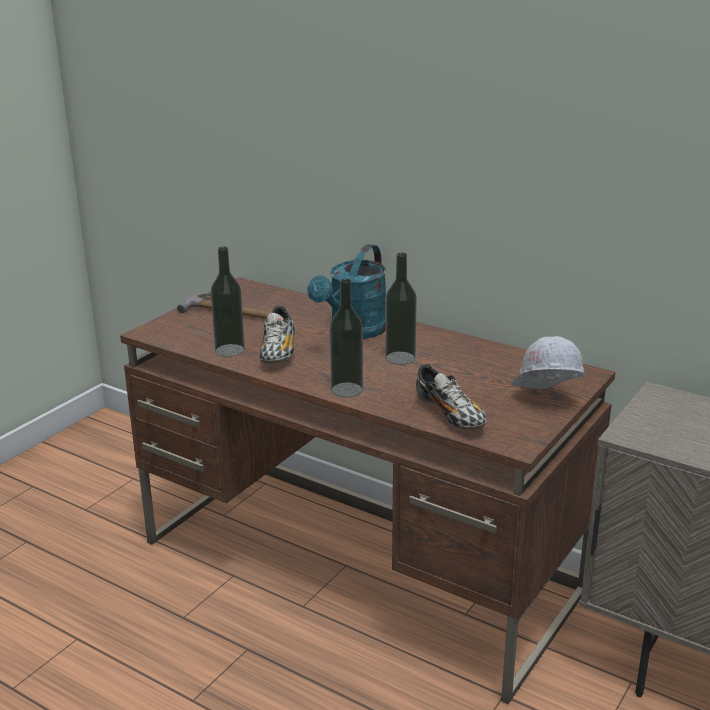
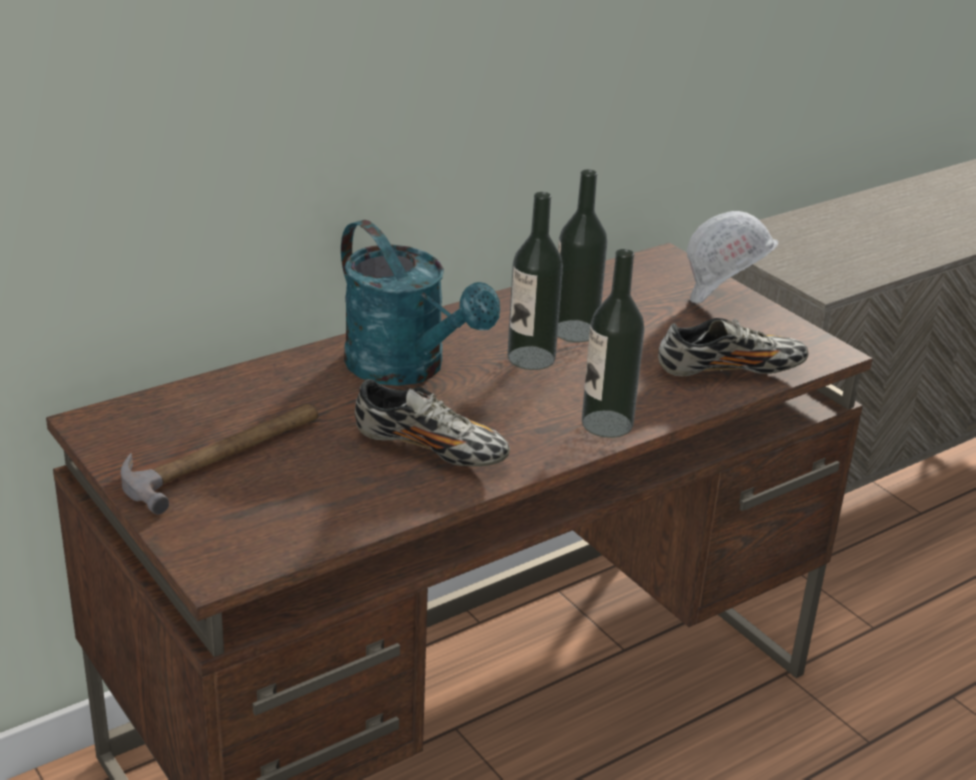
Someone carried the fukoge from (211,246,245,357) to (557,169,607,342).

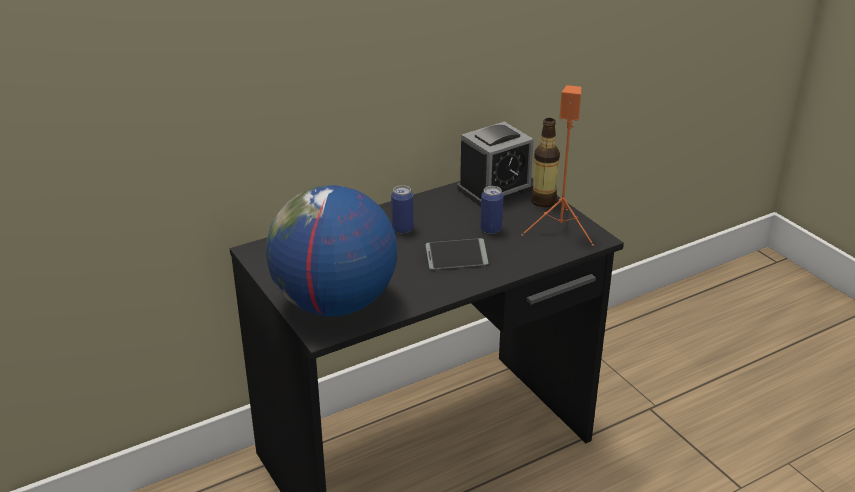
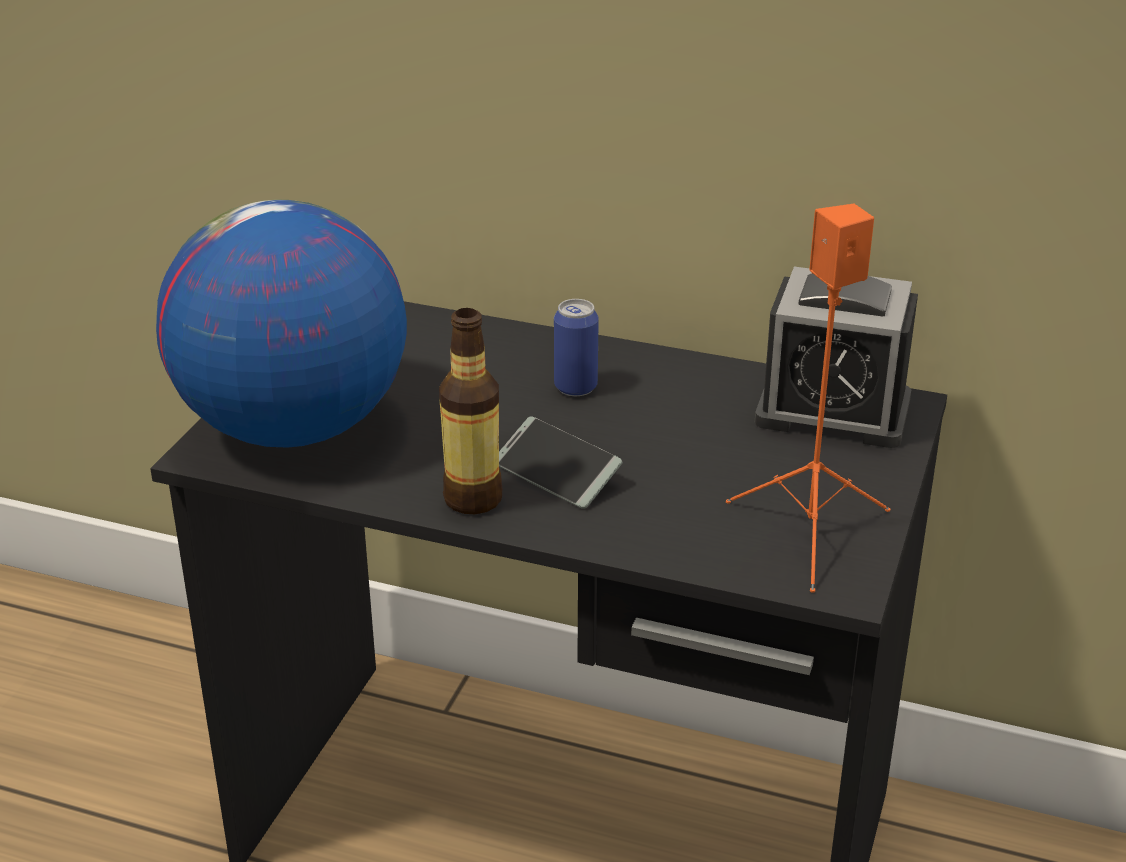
Someone carried the fukoge from (531,118,560,207) to (439,308,502,514).
Someone took away the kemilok at (480,186,503,234).

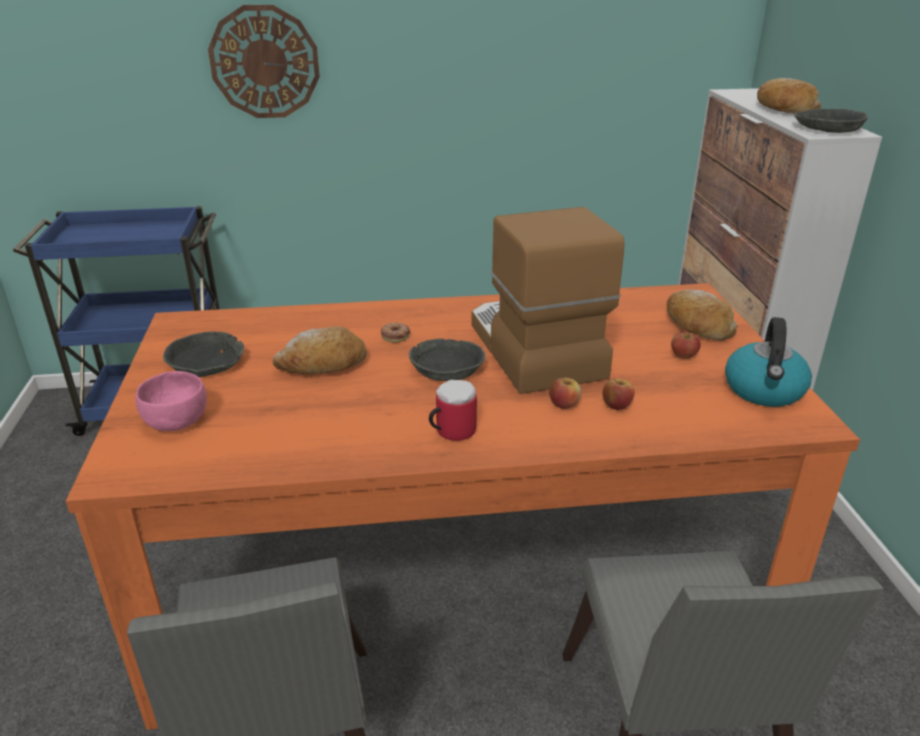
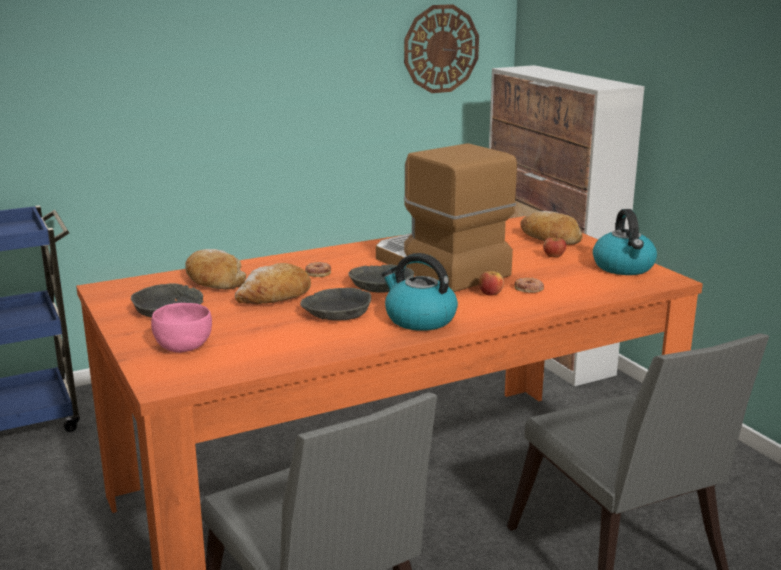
Someone carried the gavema from (757,78,821,114) to (185,249,246,289).
Someone carried the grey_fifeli from (794,109,868,133) to (300,288,371,321).
Someone swapped the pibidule at (429,379,477,441) for the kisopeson at (382,253,458,331).
Someone carried the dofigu from (208,5,320,118) to (404,4,479,93).
Someone swapped the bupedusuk at (602,379,635,410) for the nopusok at (514,278,544,293).

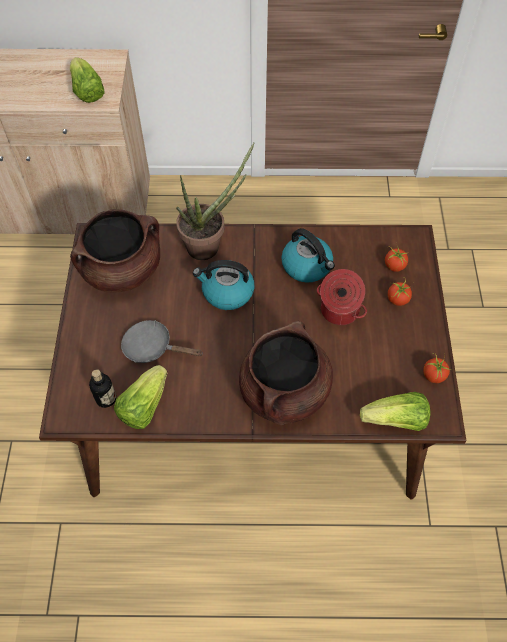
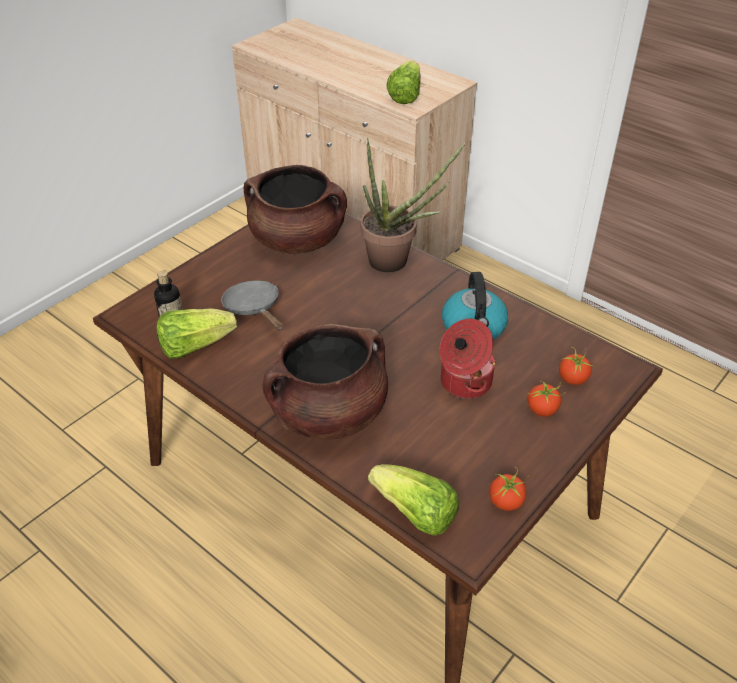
Someone took away the kisopeson at (193,260,254,310).

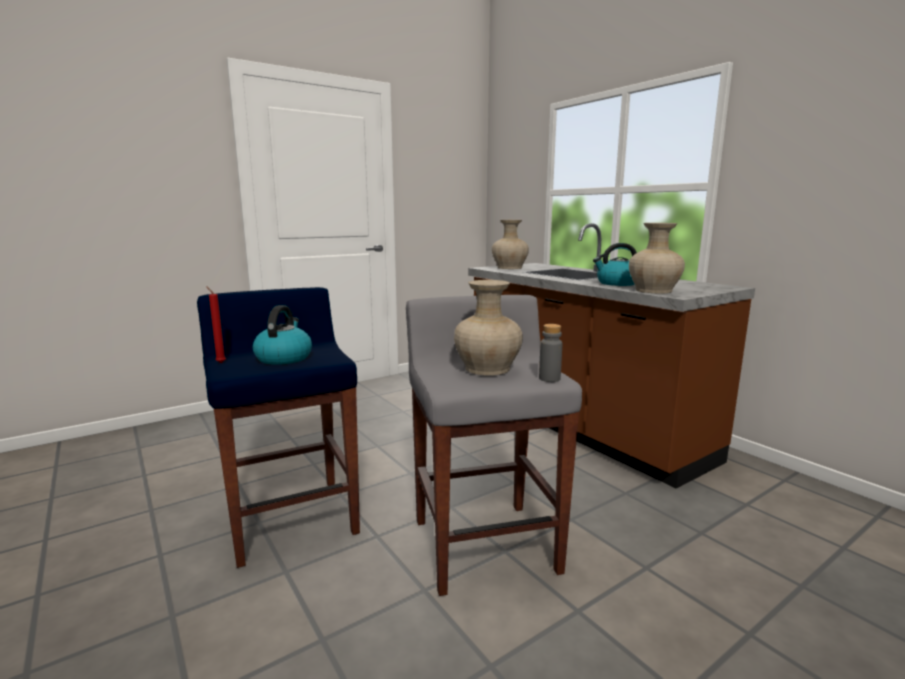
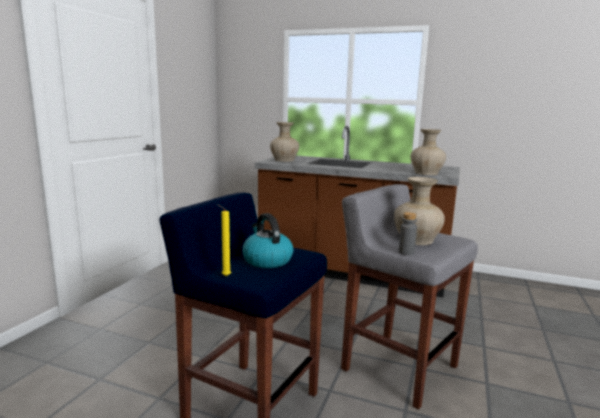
Someone repainted the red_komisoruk at (206,286,226,363), which became the yellow_komisoruk at (217,204,231,277).
Someone carried the grey_fukoge from (539,324,562,382) to (399,212,417,255).
Someone took away the kisopeson at (593,243,637,286).

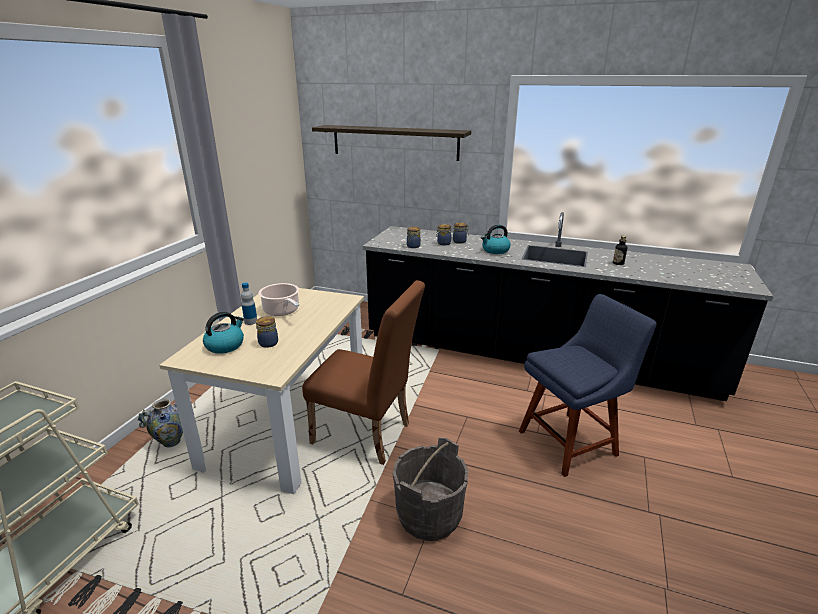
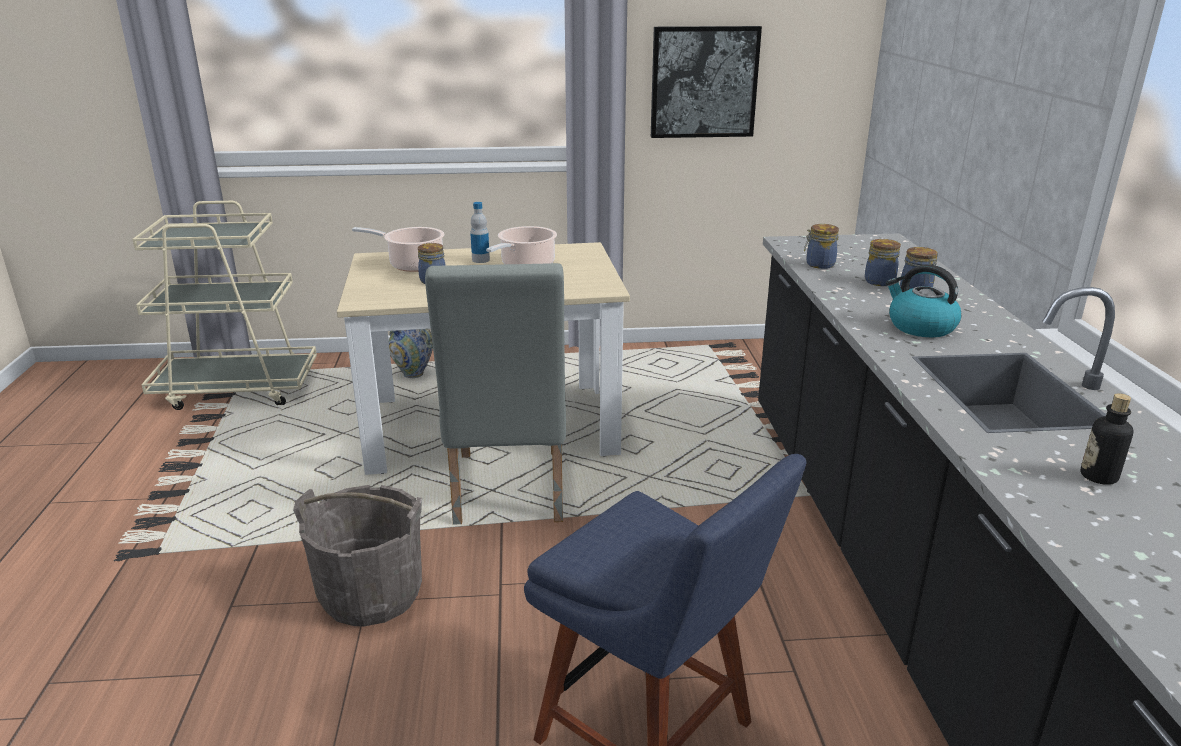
Someone swapped the kisopeson at (203,312,244,354) for the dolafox at (352,227,445,272).
Someone repainted the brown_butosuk at (302,280,425,465), which became the grey_butosuk at (425,263,566,525).
Someone put up the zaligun at (651,26,762,138).
Someone took away the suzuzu at (312,125,471,161).

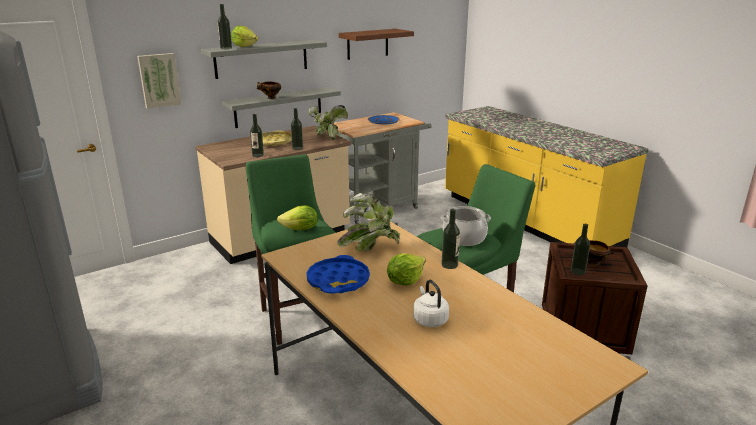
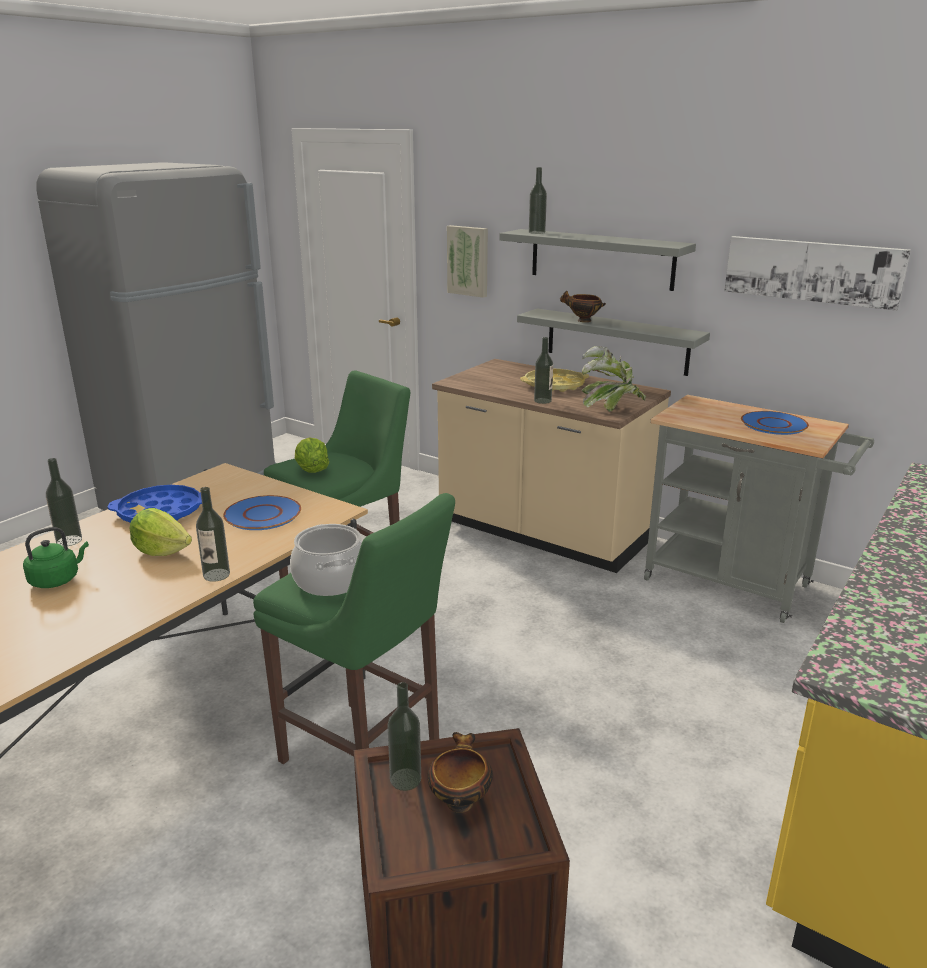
Someone repainted the white_kisopeson at (413,280,449,327), which became the green_kisopeson at (23,527,89,588).
Someone carried the fukoge from (250,114,264,157) to (46,458,82,546).
Someone swapped the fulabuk at (337,193,400,251) for the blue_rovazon at (223,495,301,530).
Someone swapped the brown_suzuzu at (339,29,414,60) for the zaligun at (724,236,911,311).
Someone took away the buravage at (231,26,258,47).

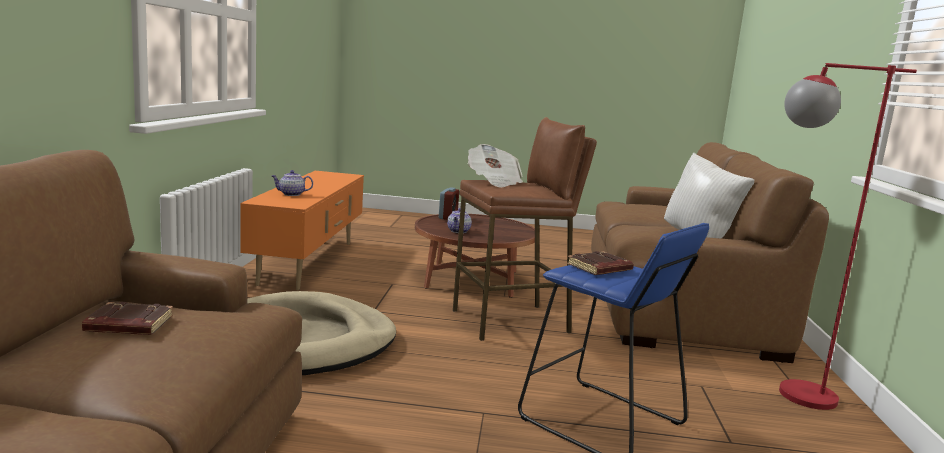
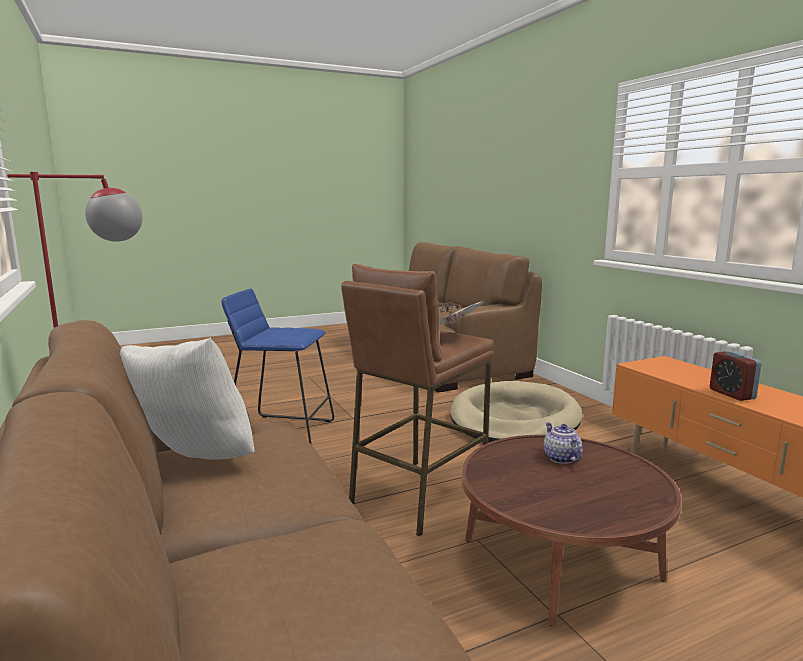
Someone carried the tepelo from (439,187,459,220) to (710,351,762,401).
Someone took away the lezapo at (272,170,313,196).
Someone took away the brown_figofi at (567,251,634,275).

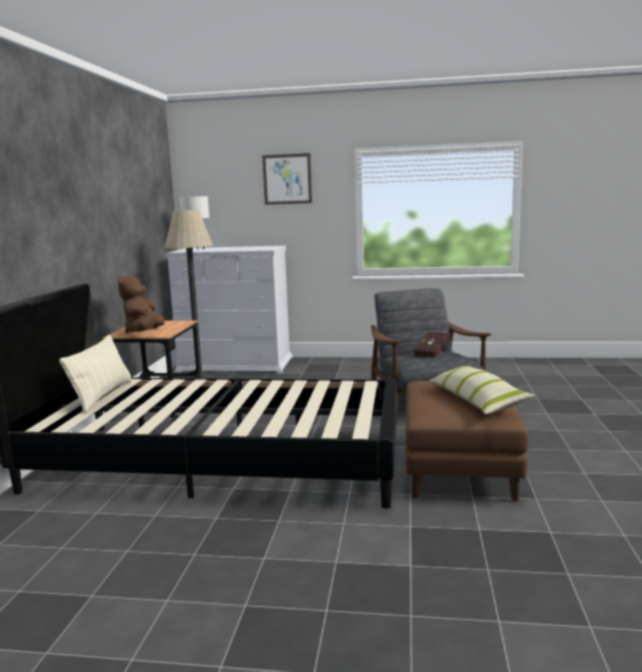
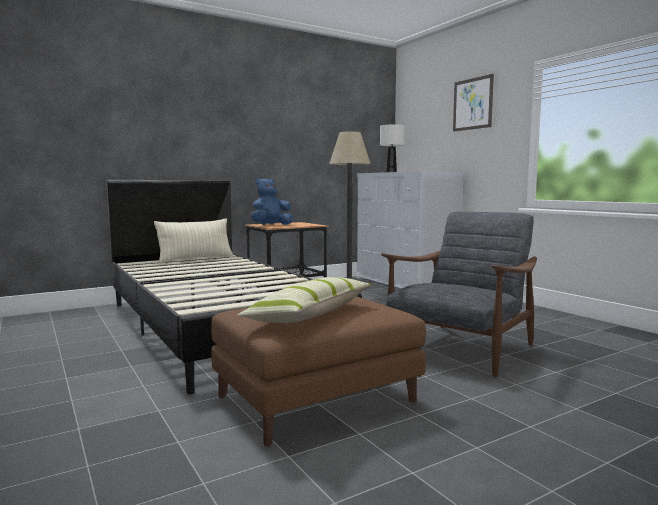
Someone repainted the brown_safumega at (118,275,165,333), which became the blue_safumega at (251,178,293,225).
Someone took away the red_figofi at (414,332,450,357).

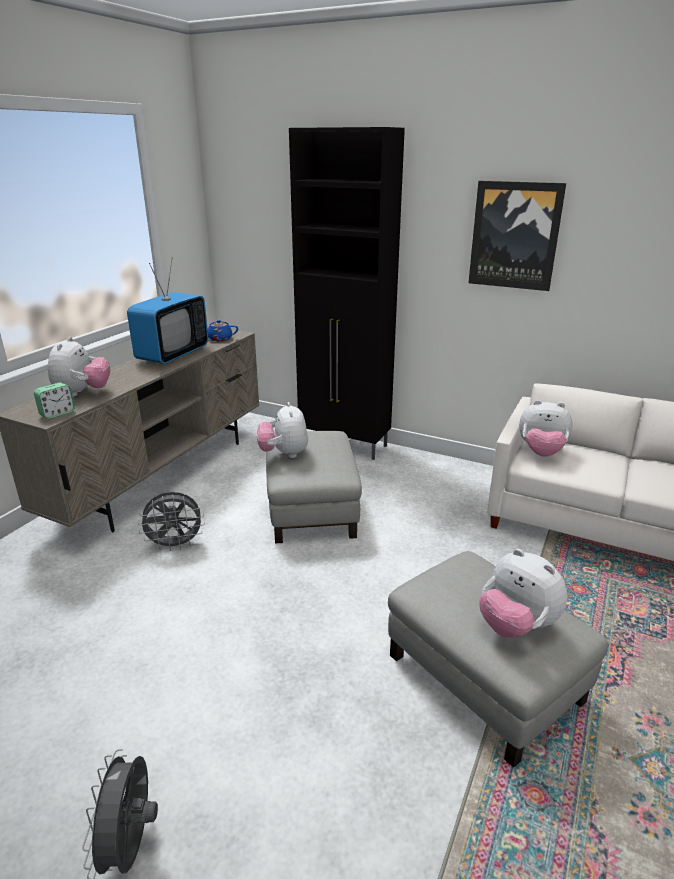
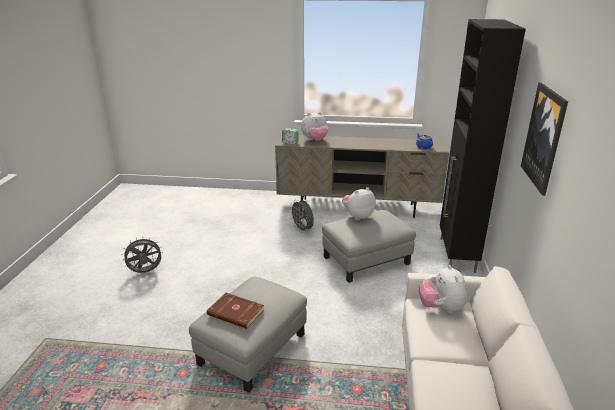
Someone swapped the safumega at (480,549,567,638) for the brown_figofi at (207,293,264,329).
Someone took away the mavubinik at (127,260,208,364).

